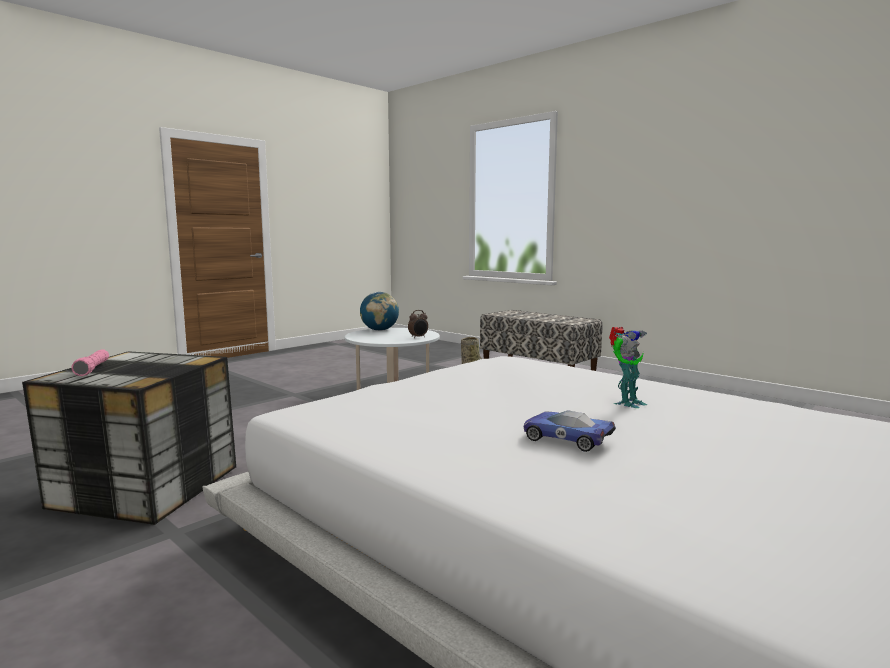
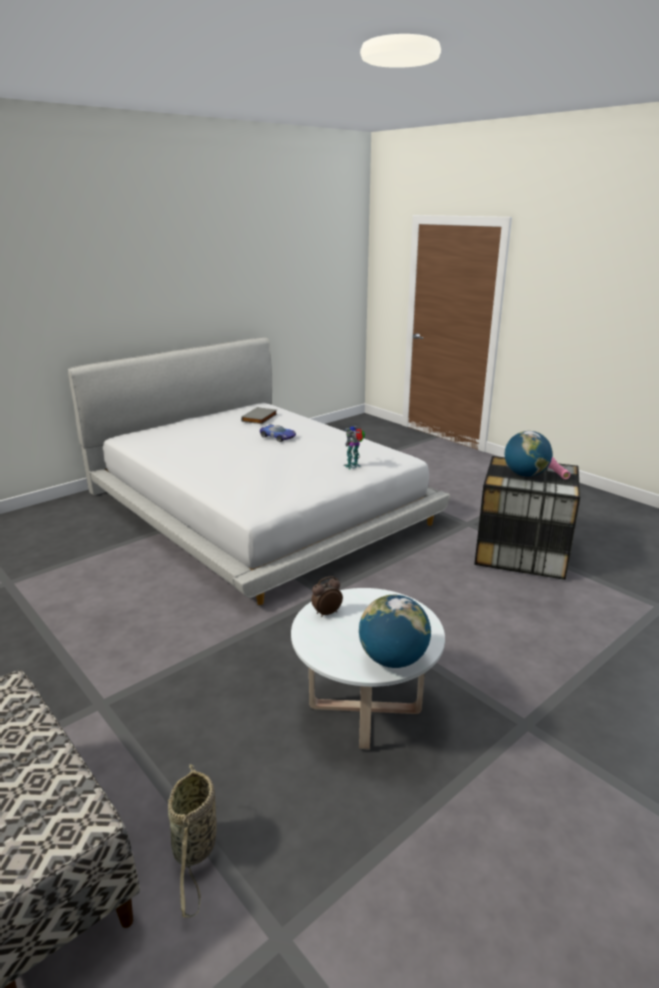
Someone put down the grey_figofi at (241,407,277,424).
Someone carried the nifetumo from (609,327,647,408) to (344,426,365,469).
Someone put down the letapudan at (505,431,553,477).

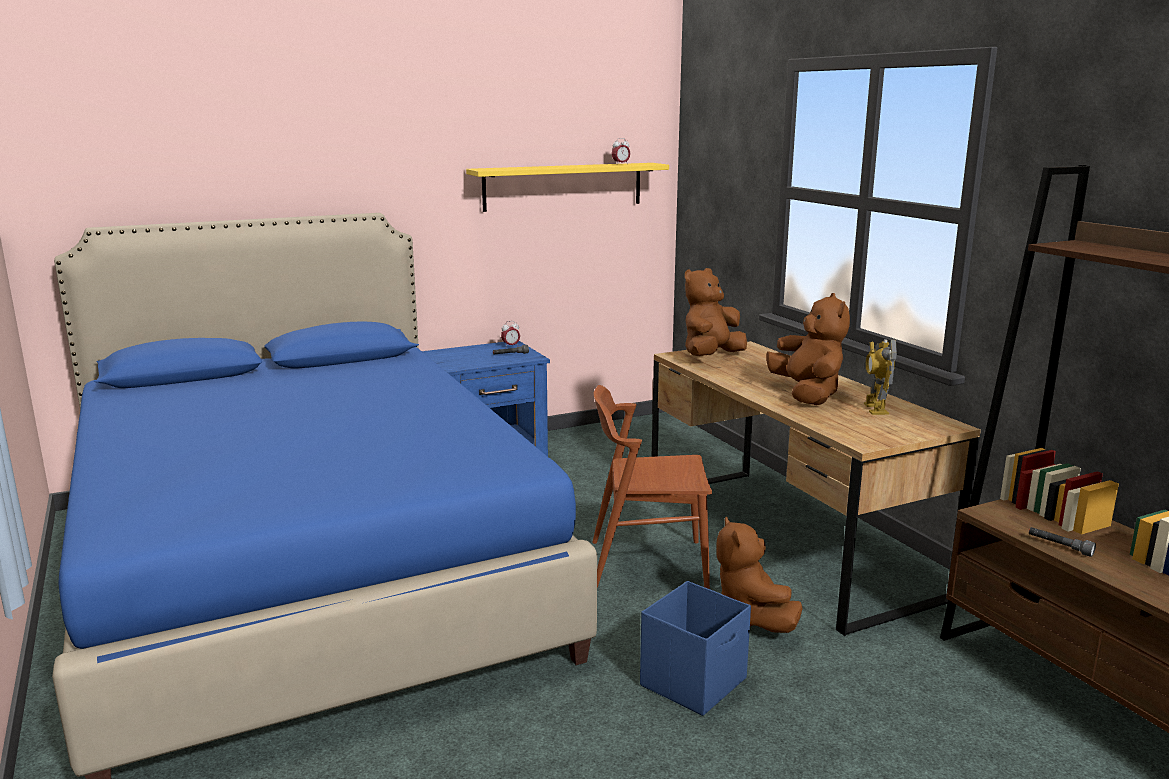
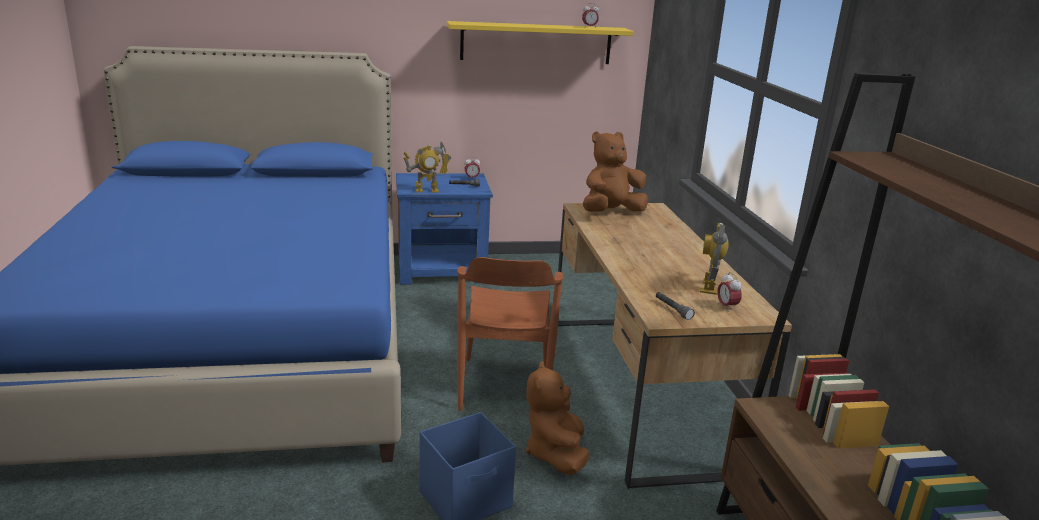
Someone put down the nifetumo at (403,141,451,193).
Someone rotated the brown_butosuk at (592,385,712,589) by 105 degrees counterclockwise.
Someone carried the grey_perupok from (1029,527,1096,557) to (656,292,695,320).
Someone put down the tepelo at (717,272,742,311).
Someone took away the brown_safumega at (766,293,850,405).

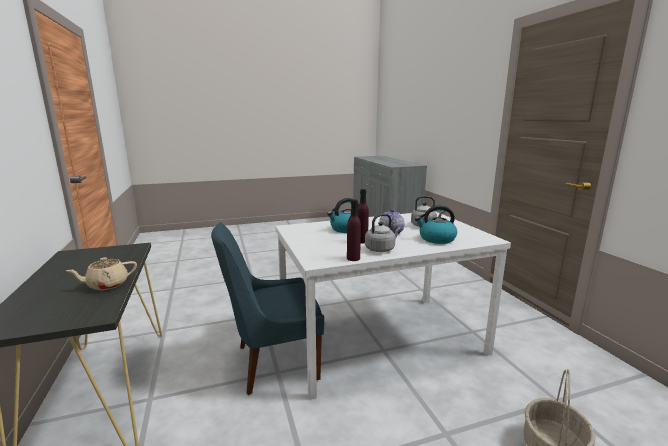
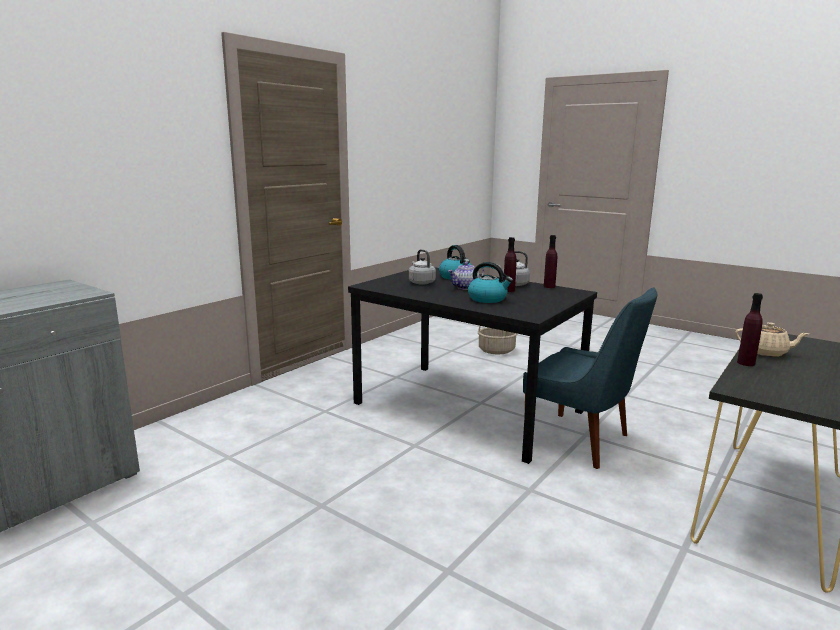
Someone repainted the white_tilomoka at (275,211,511,400), which became the black_tilomoka at (348,267,597,464).
Someone put down the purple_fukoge at (737,293,763,366).

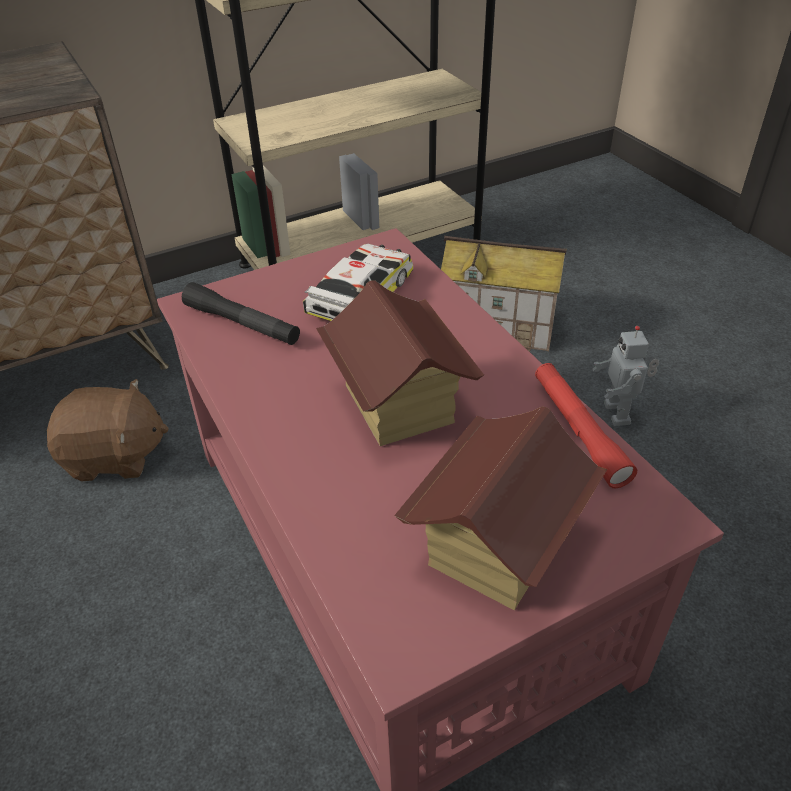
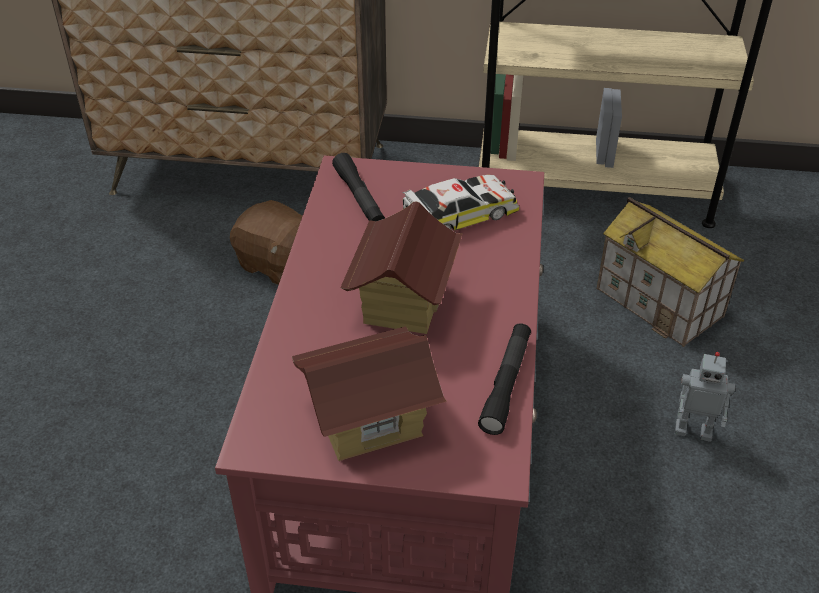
Someone repainted the red_perupok at (535,363,637,488), which became the black_perupok at (478,323,531,435).
Someone rotated the nifetumo at (592,326,659,426) by 105 degrees counterclockwise.

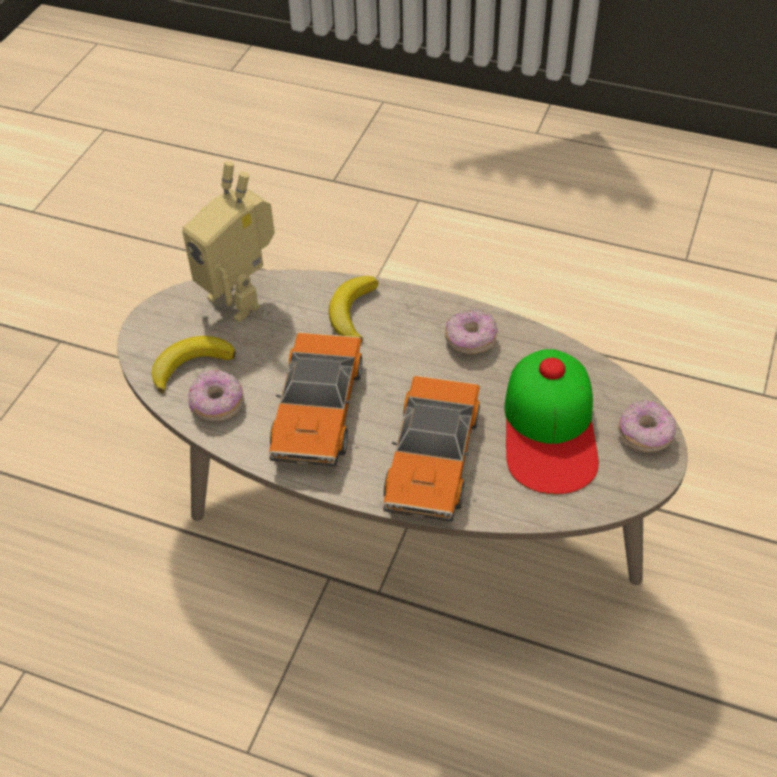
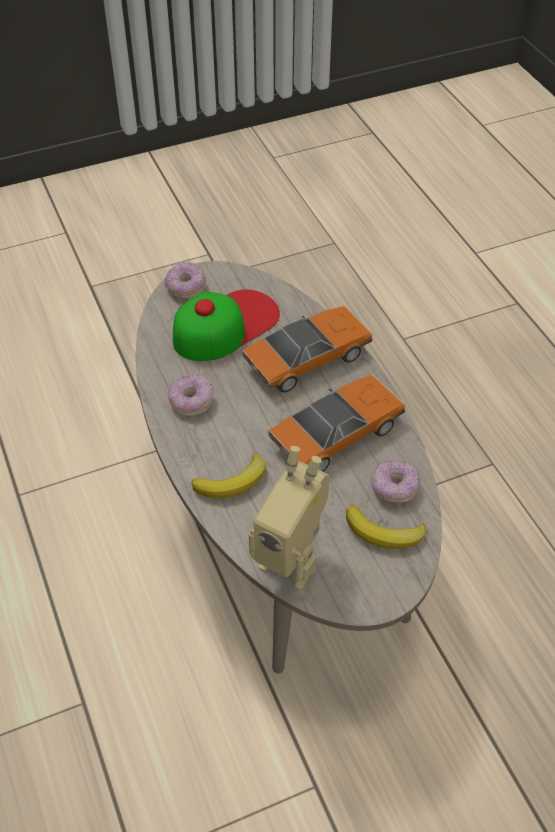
Someone rotated the nifetumo at (182,161,275,322) by 120 degrees clockwise.

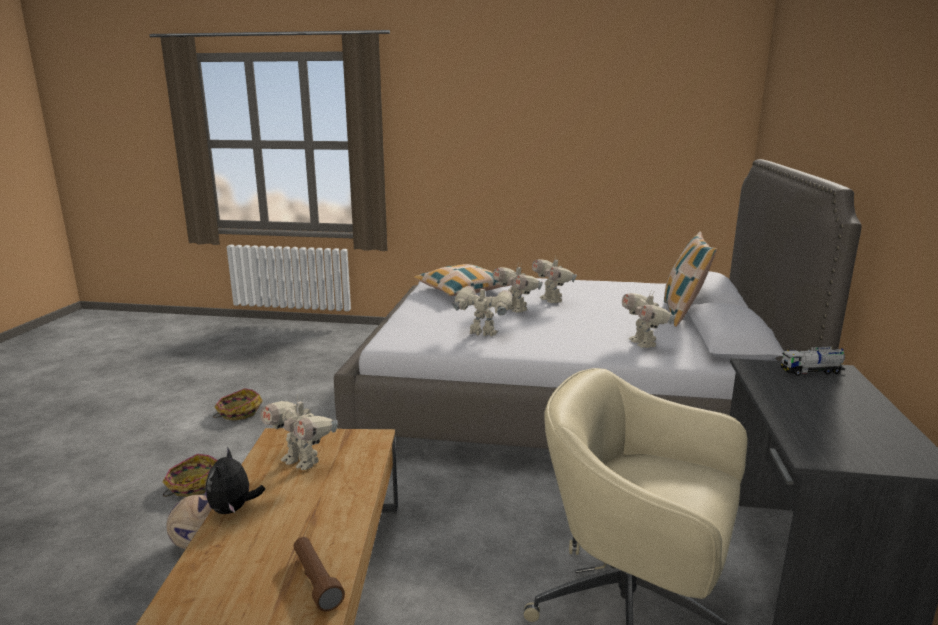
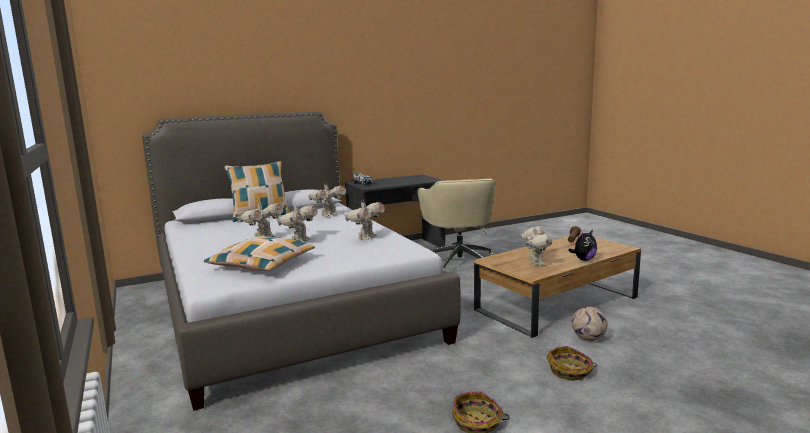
Someone rotated the nifetumo at (452,284,513,337) by 135 degrees counterclockwise.

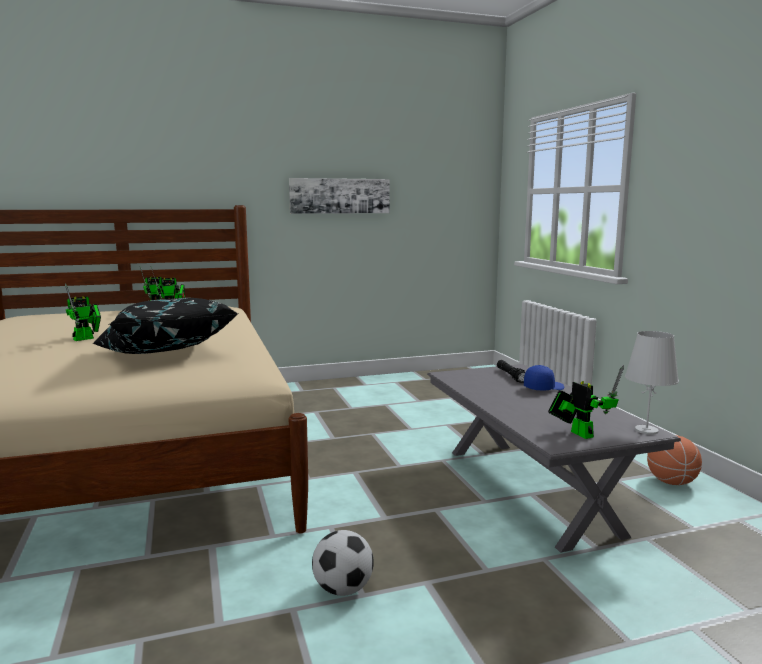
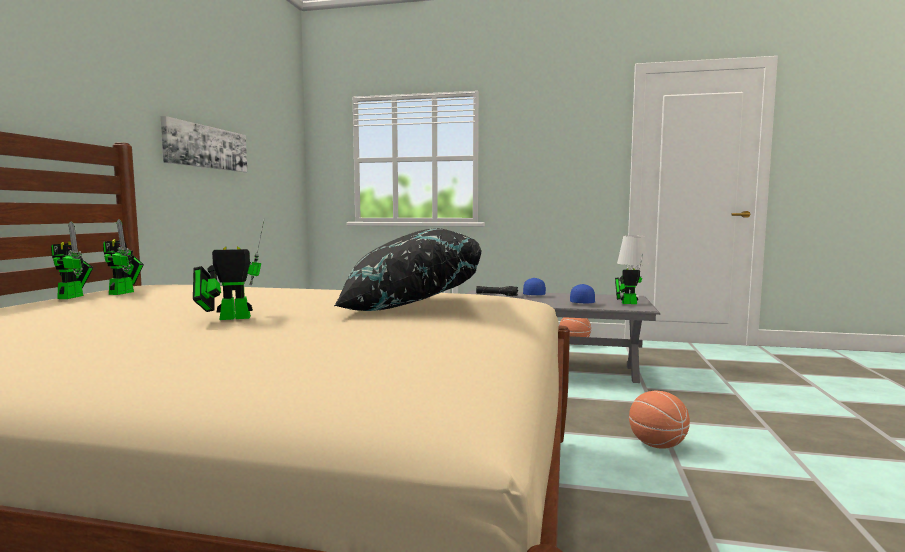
Someone rotated the nifetumo at (65,283,101,341) by 90 degrees counterclockwise.
Someone put down the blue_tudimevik at (570,284,596,304).
Someone swapped the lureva at (312,530,374,596) for the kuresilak at (629,391,690,448).

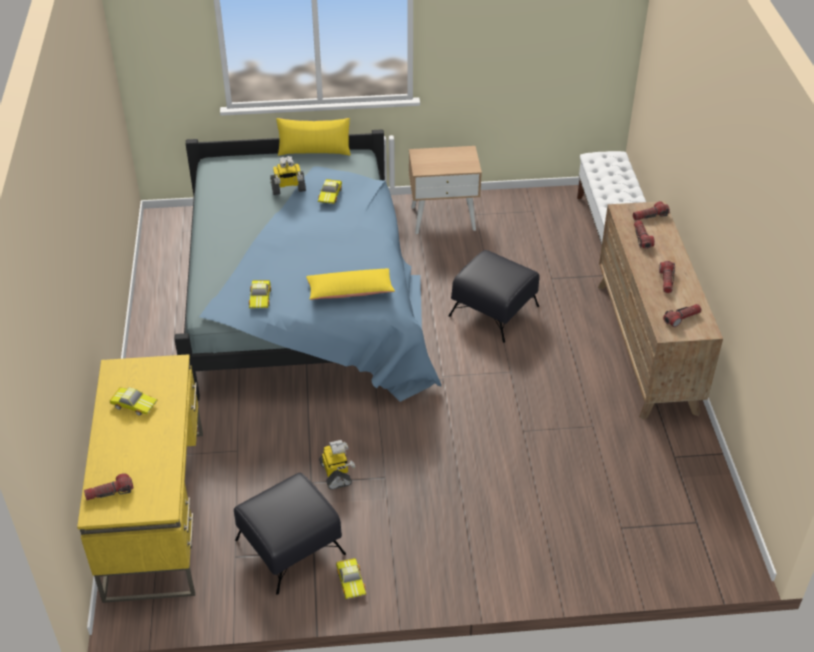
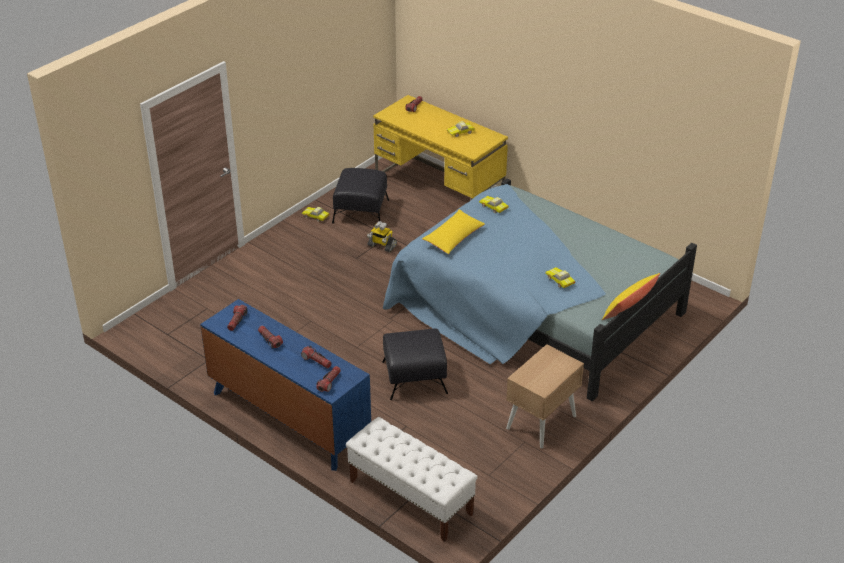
Someone repainted the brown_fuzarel at (598,201,723,420), which became the blue_fuzarel at (200,299,371,471).
Someone took away the nifetumo at (270,156,306,195).

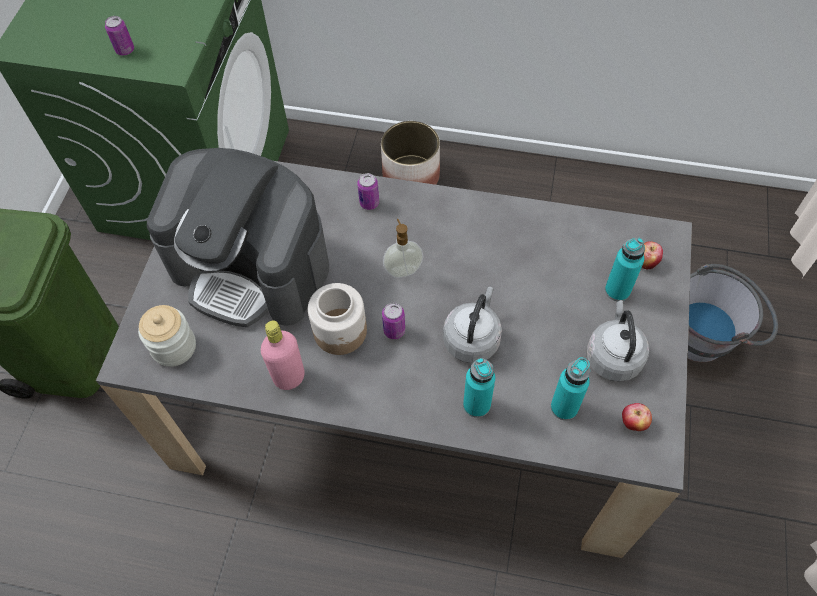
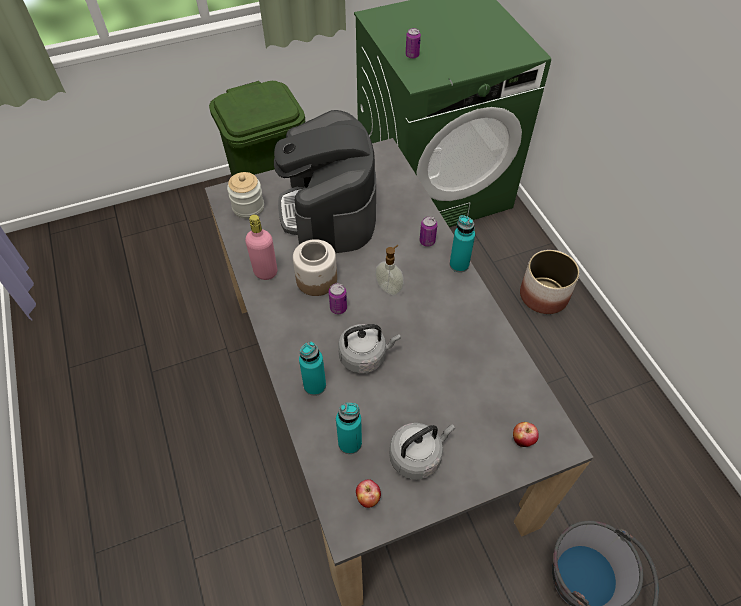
Someone carried the turquoise_fukoge from (605,238,645,301) to (450,215,475,273).

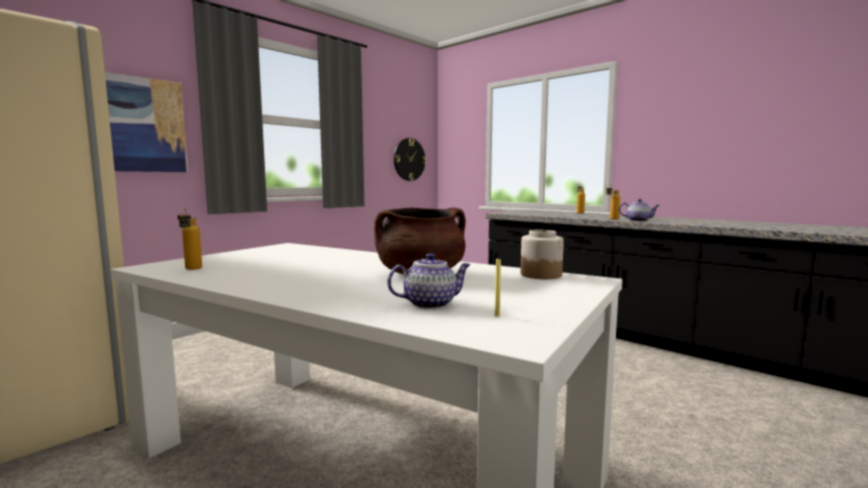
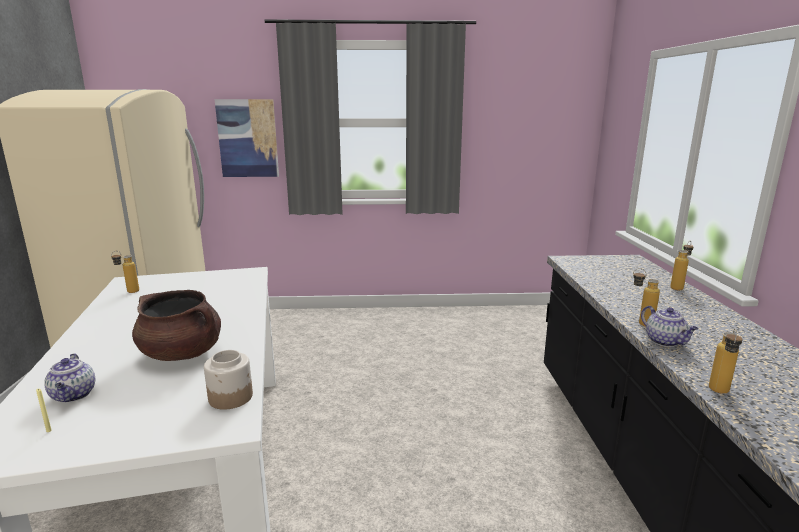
Someone rotated the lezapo at (387,253,470,309) by 45 degrees clockwise.
Someone put down the fukoge at (709,328,743,394).
Someone took away the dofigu at (394,138,426,181).

